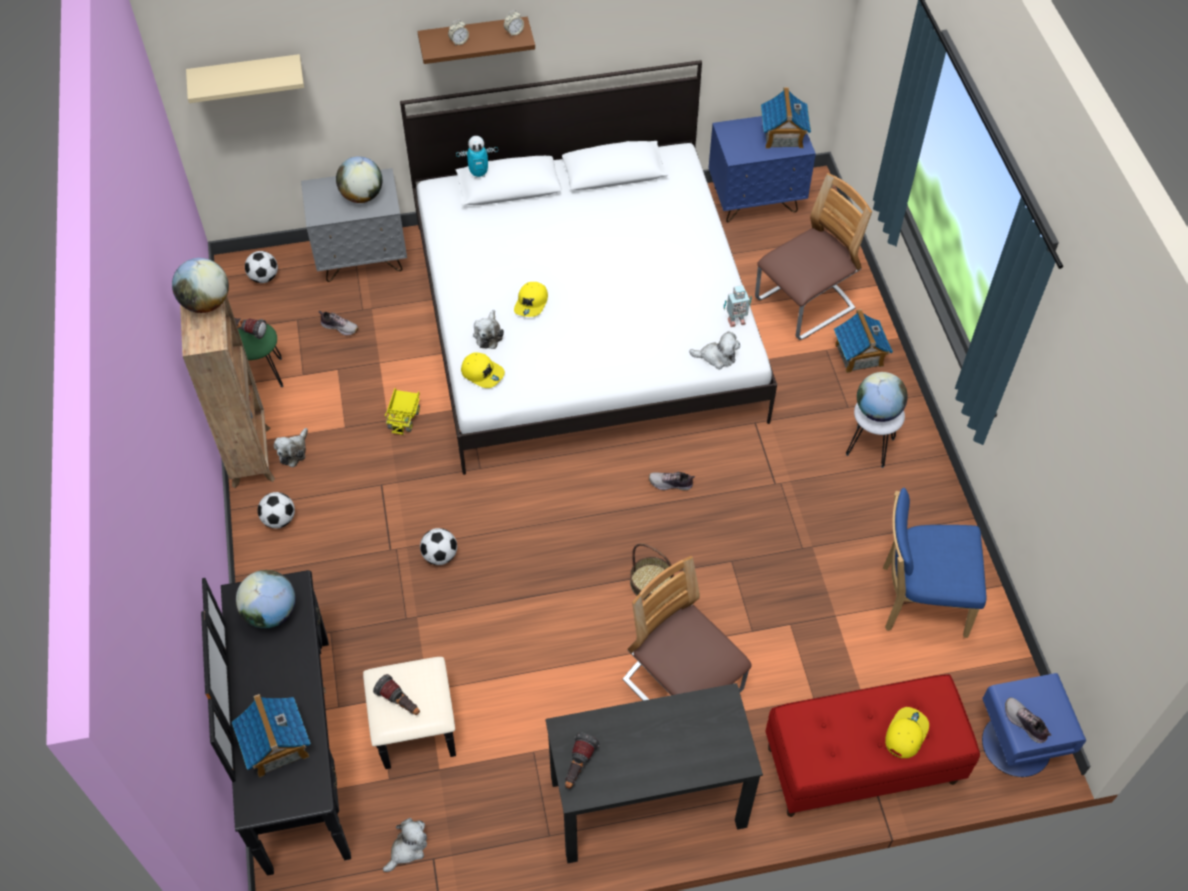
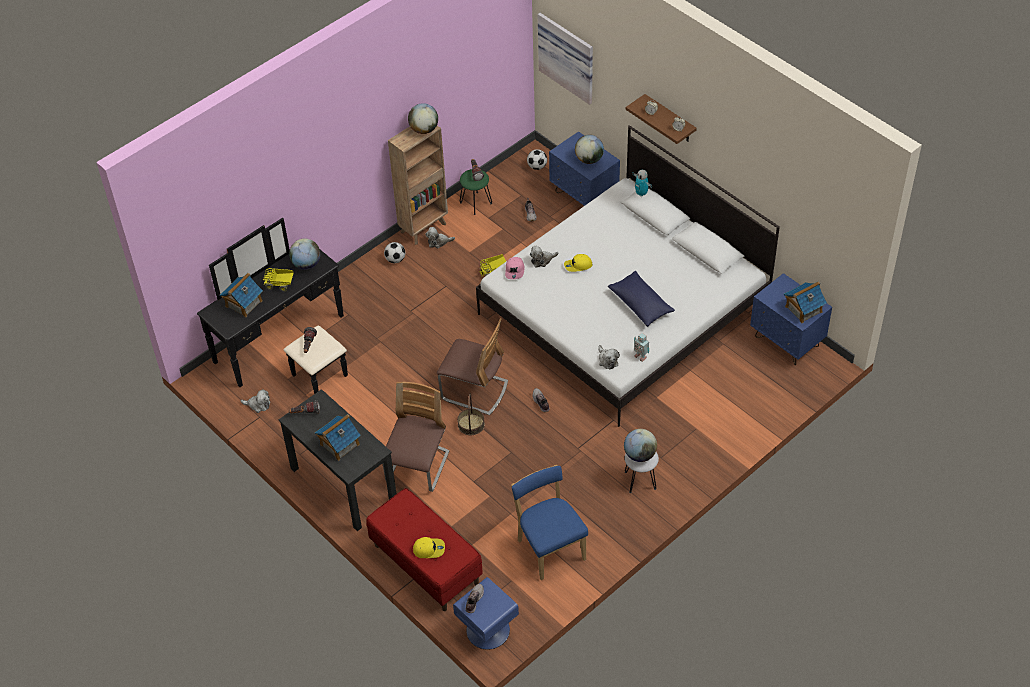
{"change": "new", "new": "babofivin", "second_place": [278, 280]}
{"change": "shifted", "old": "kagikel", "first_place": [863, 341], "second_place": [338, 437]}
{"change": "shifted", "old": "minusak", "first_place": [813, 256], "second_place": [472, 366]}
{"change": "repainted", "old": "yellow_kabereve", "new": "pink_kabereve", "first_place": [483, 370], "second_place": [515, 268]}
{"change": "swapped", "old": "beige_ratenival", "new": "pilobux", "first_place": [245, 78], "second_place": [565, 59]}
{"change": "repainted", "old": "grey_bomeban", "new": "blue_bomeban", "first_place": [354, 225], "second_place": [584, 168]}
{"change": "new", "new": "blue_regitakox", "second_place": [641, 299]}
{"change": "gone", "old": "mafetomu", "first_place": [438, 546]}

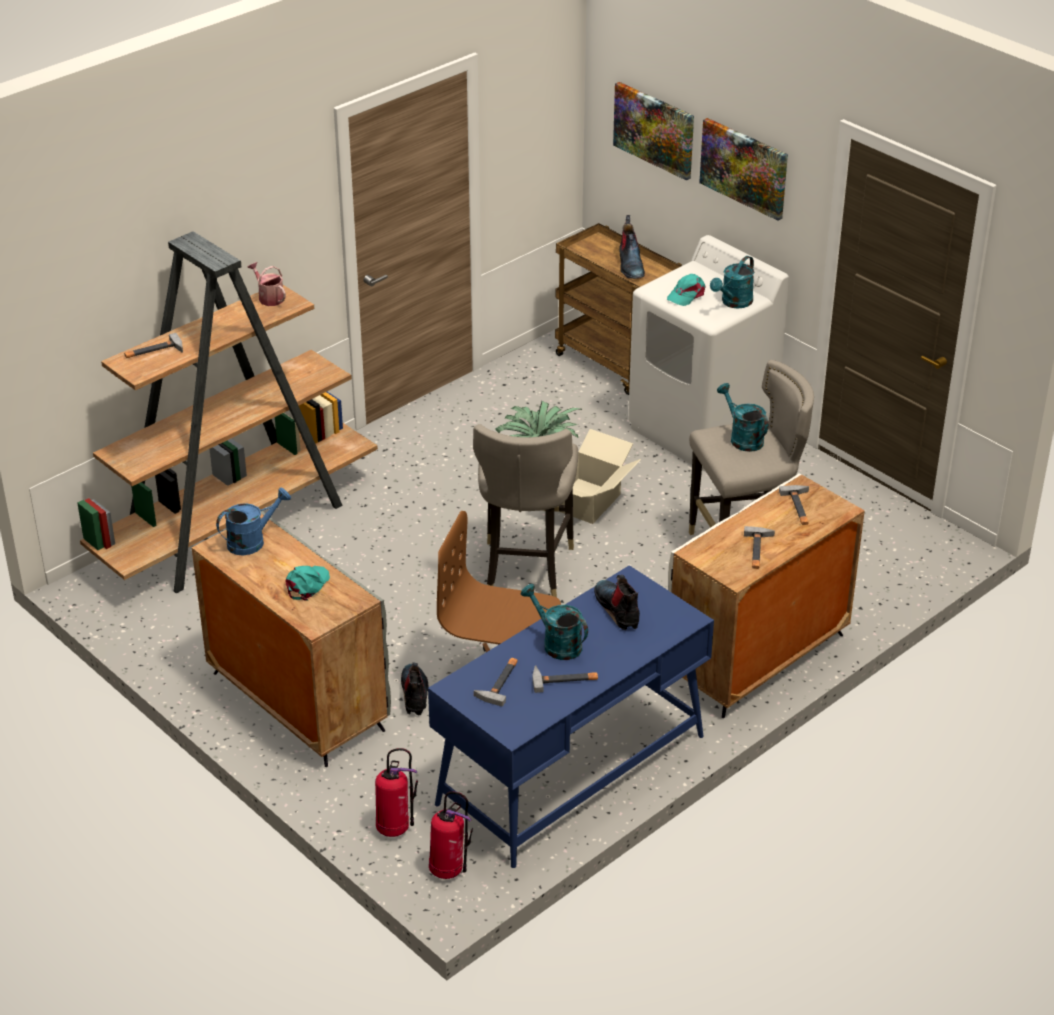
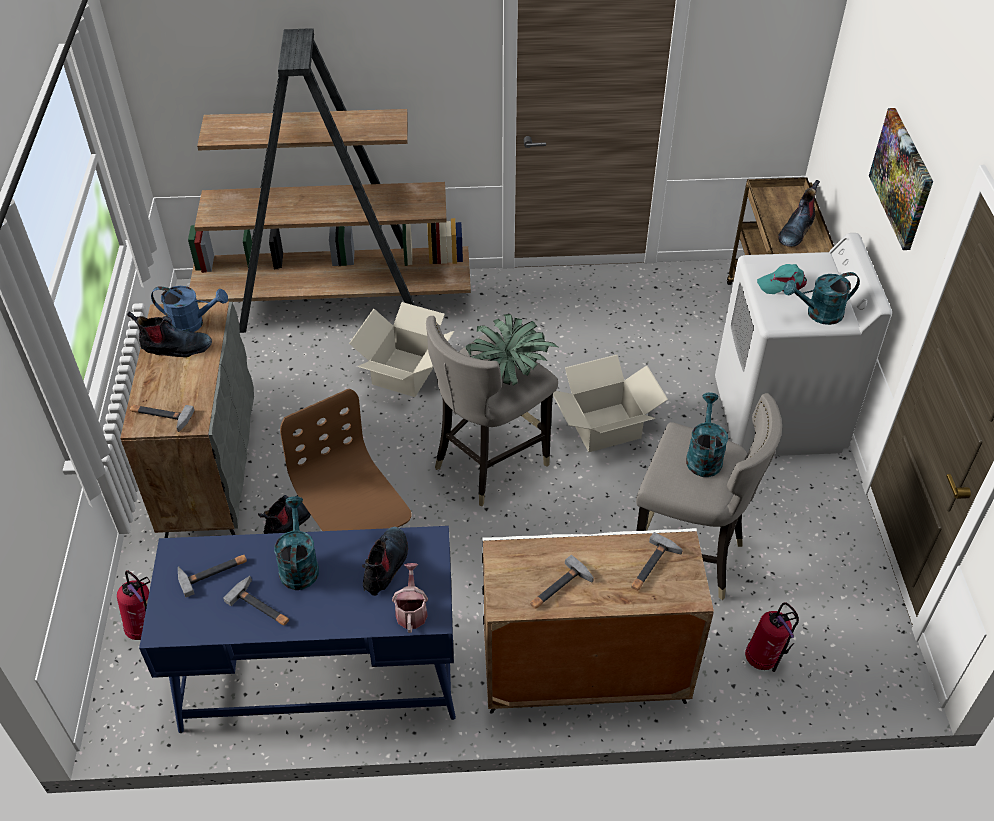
{"change": "new", "new": "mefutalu", "second_place": [169, 334]}
{"change": "shifted", "old": "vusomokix", "first_place": [153, 345], "second_place": [162, 418]}
{"change": "new", "new": "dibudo", "second_place": [401, 349]}
{"change": "shifted", "old": "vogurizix", "first_place": [267, 284], "second_place": [410, 598]}
{"change": "shifted", "old": "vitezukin", "first_place": [451, 835], "second_place": [772, 637]}
{"change": "gone", "old": "turquoise_kabereve", "first_place": [308, 583]}
{"change": "gone", "old": "pilobux", "first_place": [653, 131]}

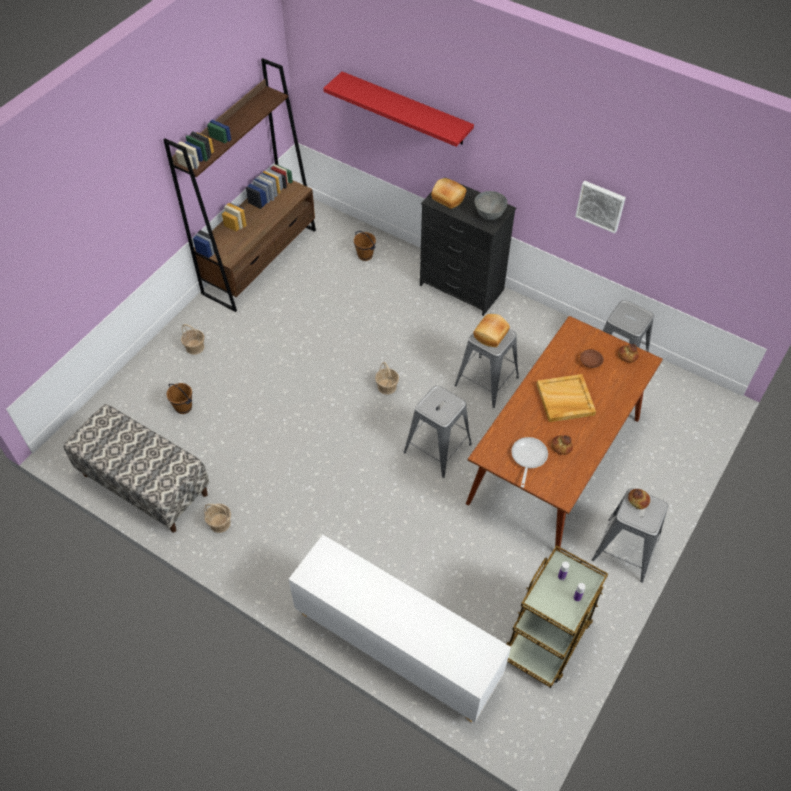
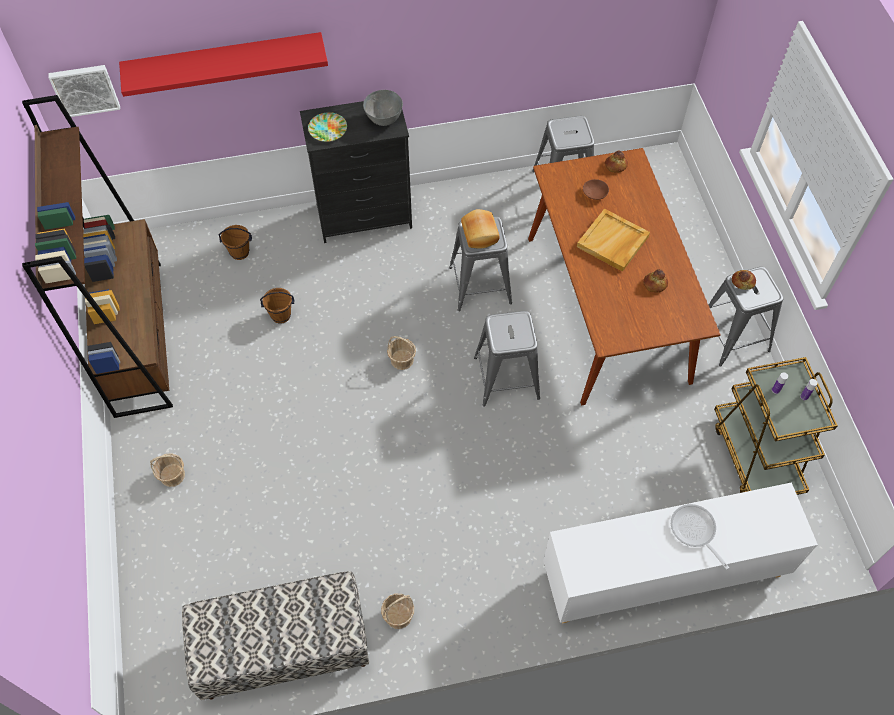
{"change": "shifted", "old": "pilobux", "first_place": [600, 207], "second_place": [84, 91]}
{"change": "shifted", "old": "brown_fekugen", "first_place": [179, 398], "second_place": [277, 306]}
{"change": "swapped", "old": "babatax", "new": "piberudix", "first_place": [449, 193], "second_place": [327, 127]}
{"change": "shifted", "old": "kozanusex", "first_place": [529, 462], "second_place": [700, 537]}

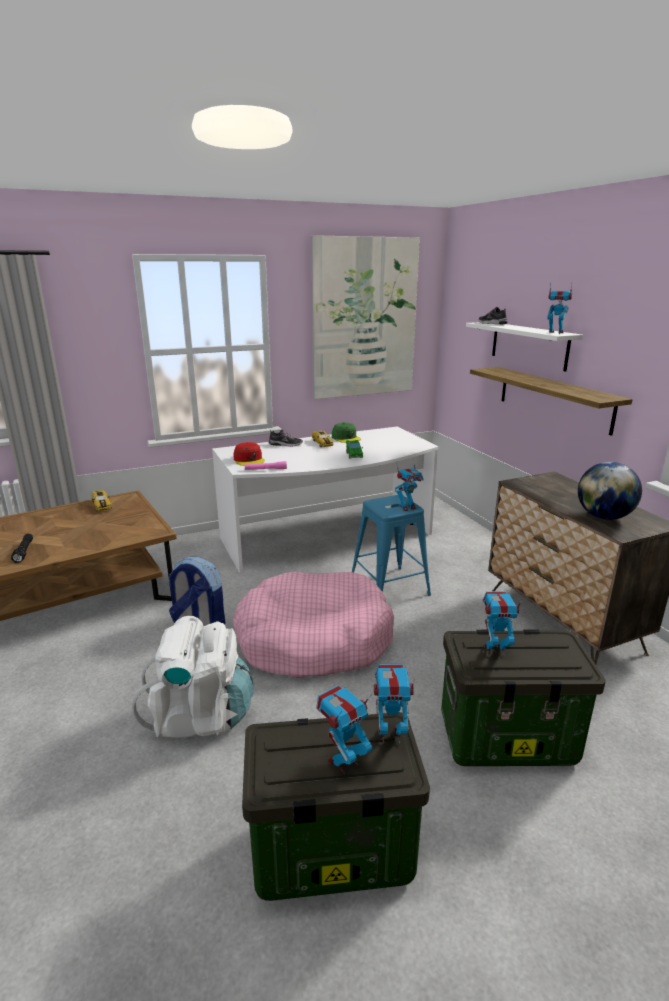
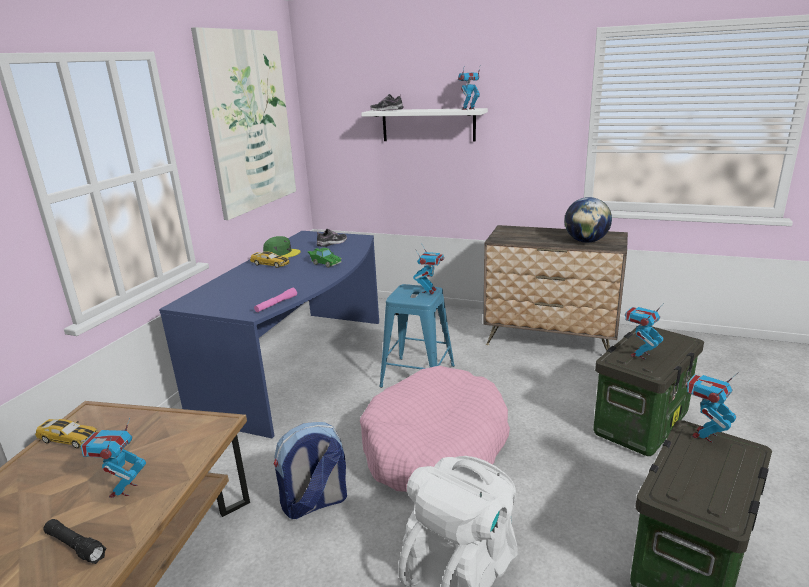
{"change": "shifted", "old": "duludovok", "first_place": [344, 729], "second_place": [113, 458]}
{"change": "repainted", "old": "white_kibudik", "new": "blue_kibudik", "first_place": [325, 500], "second_place": [269, 334]}
{"change": "shifted", "old": "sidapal", "first_place": [286, 438], "second_place": [332, 238]}
{"change": "gone", "old": "red_kabereve", "first_place": [249, 454]}
{"change": "gone", "old": "ratenival", "first_place": [551, 401]}

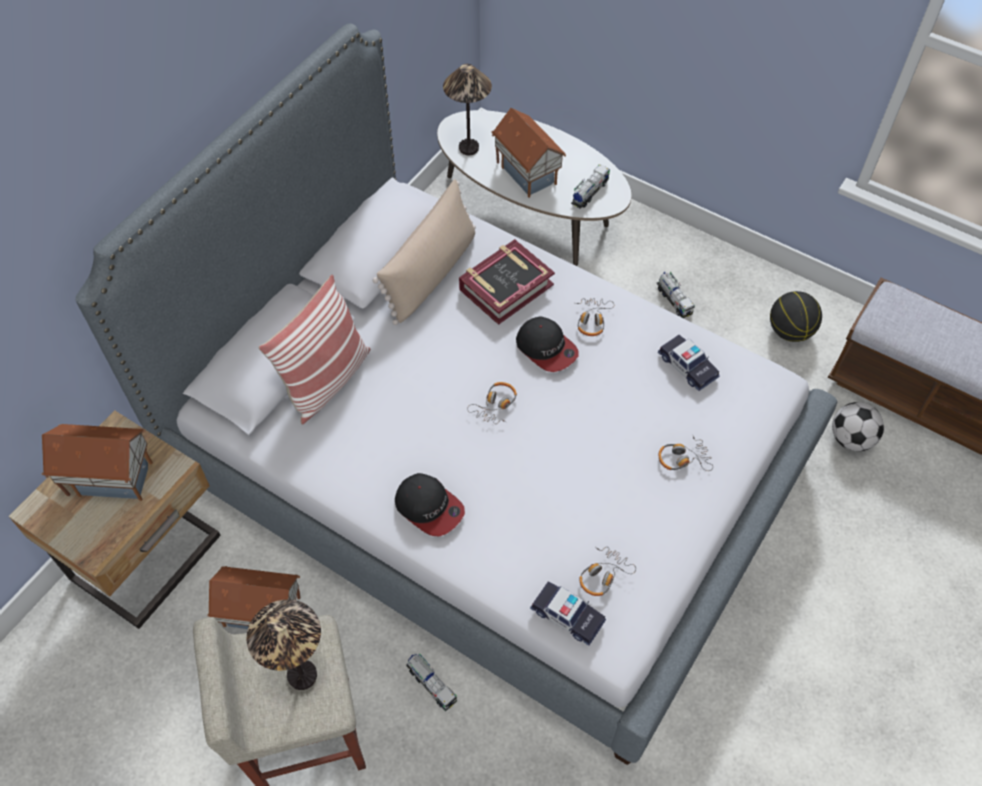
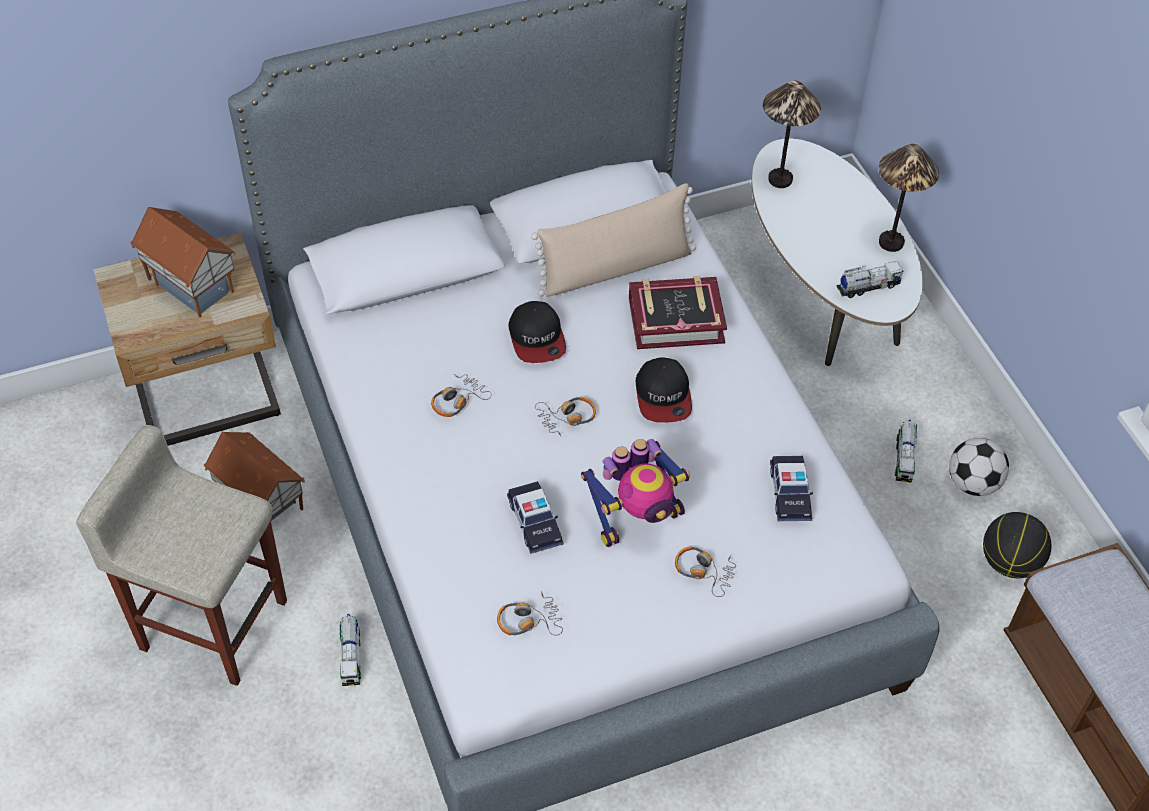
{"change": "shifted", "old": "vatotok", "first_place": [594, 317], "second_place": [461, 395]}
{"change": "shifted", "old": "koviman", "first_place": [568, 614], "second_place": [535, 517]}
{"change": "shifted", "old": "kabereve", "first_place": [430, 505], "second_place": [537, 332]}
{"change": "new", "new": "duludovok", "second_place": [635, 493]}
{"change": "shifted", "old": "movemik", "first_place": [284, 644], "second_place": [909, 198]}
{"change": "shifted", "old": "mafetomu", "first_place": [858, 426], "second_place": [979, 467]}
{"change": "gone", "old": "regitakox", "first_place": [314, 349]}
{"change": "gone", "old": "kagikel", "first_place": [529, 153]}

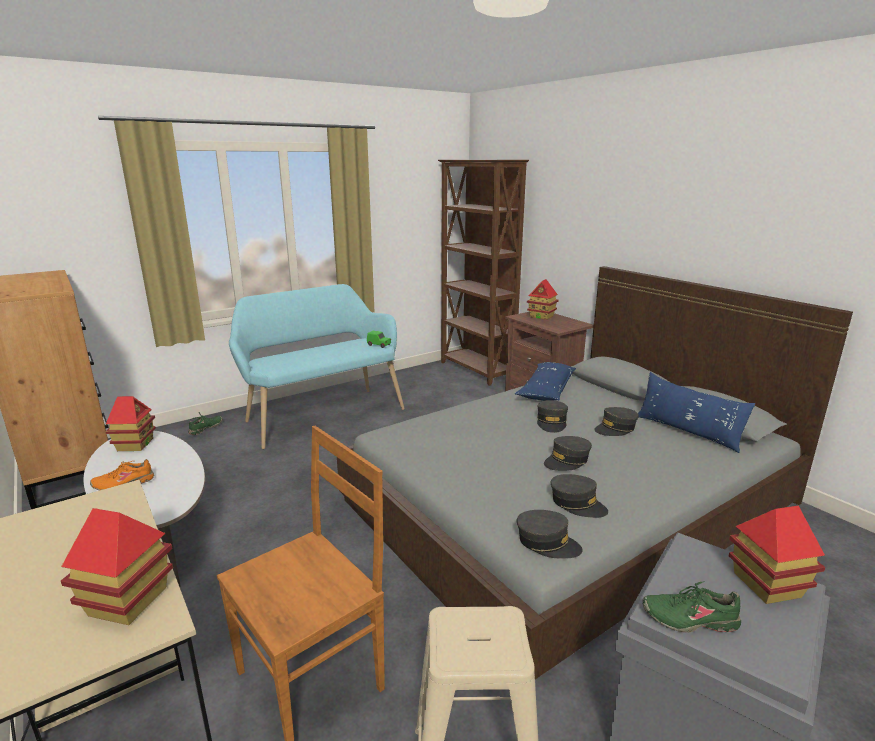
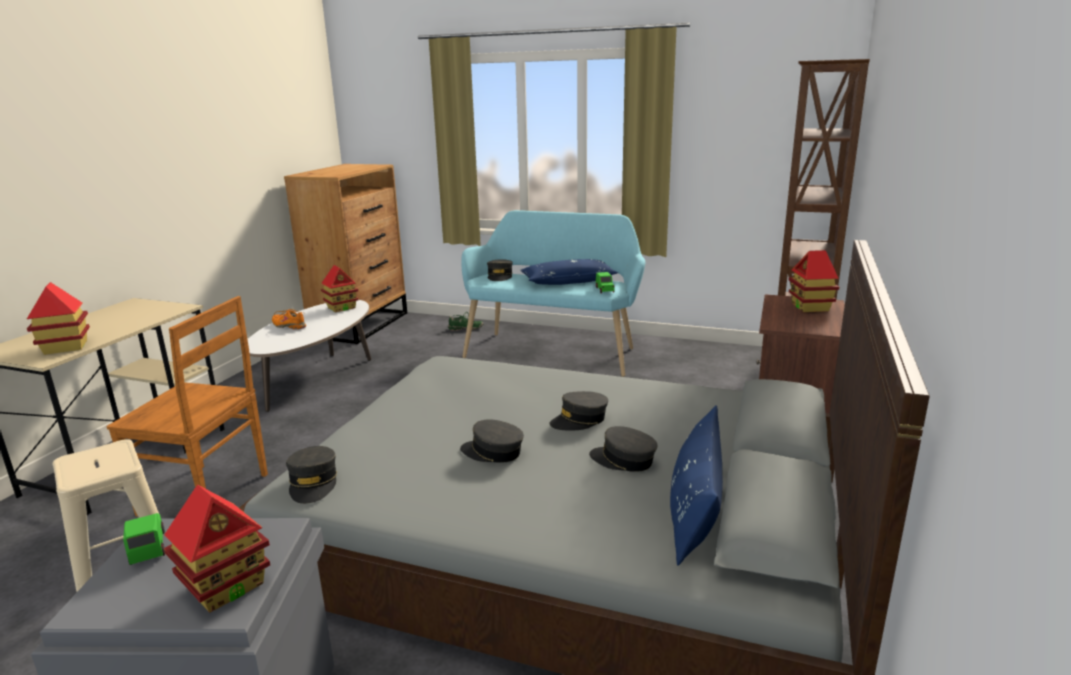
{"change": "swapped", "old": "green_sidapal", "new": "green_koviman", "first_place": [691, 607], "second_place": [144, 539]}
{"change": "shifted", "old": "grey_kabereve", "first_place": [579, 496], "second_place": [500, 270]}
{"change": "shifted", "old": "blue_regitakox", "first_place": [545, 381], "second_place": [569, 272]}

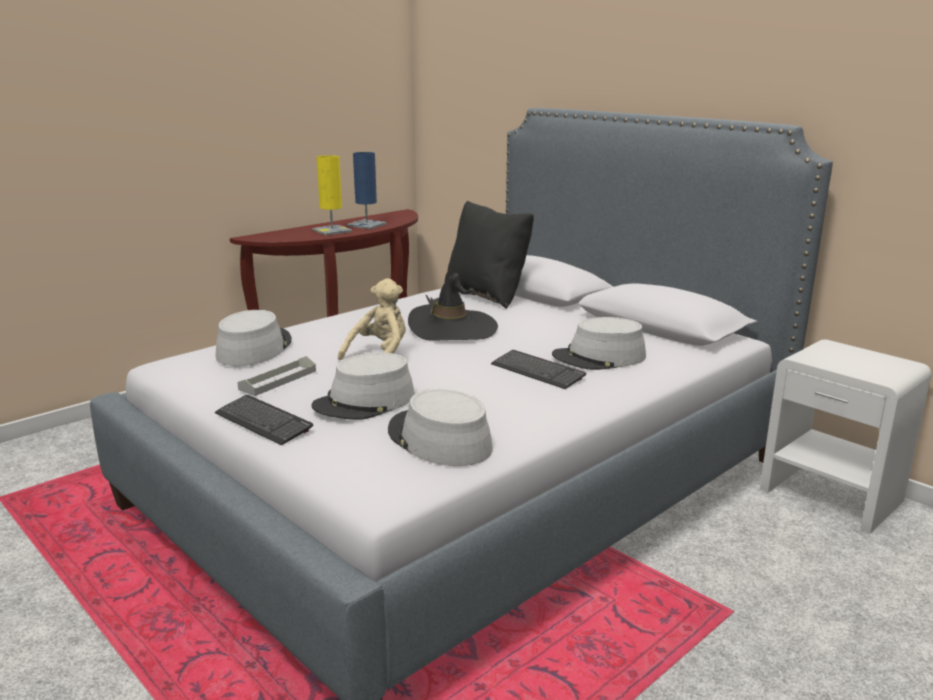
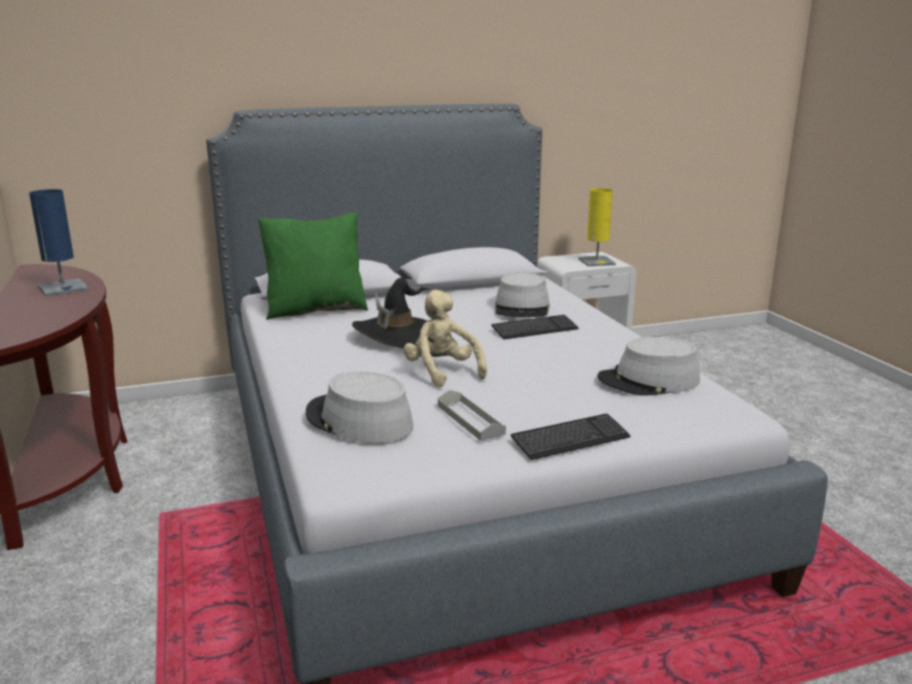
{"change": "repainted", "old": "black_regitakox", "new": "green_regitakox", "first_place": [489, 255], "second_place": [313, 266]}
{"change": "shifted", "old": "yellow_movemik", "first_place": [332, 195], "second_place": [597, 227]}
{"change": "gone", "old": "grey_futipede", "first_place": [363, 386]}

